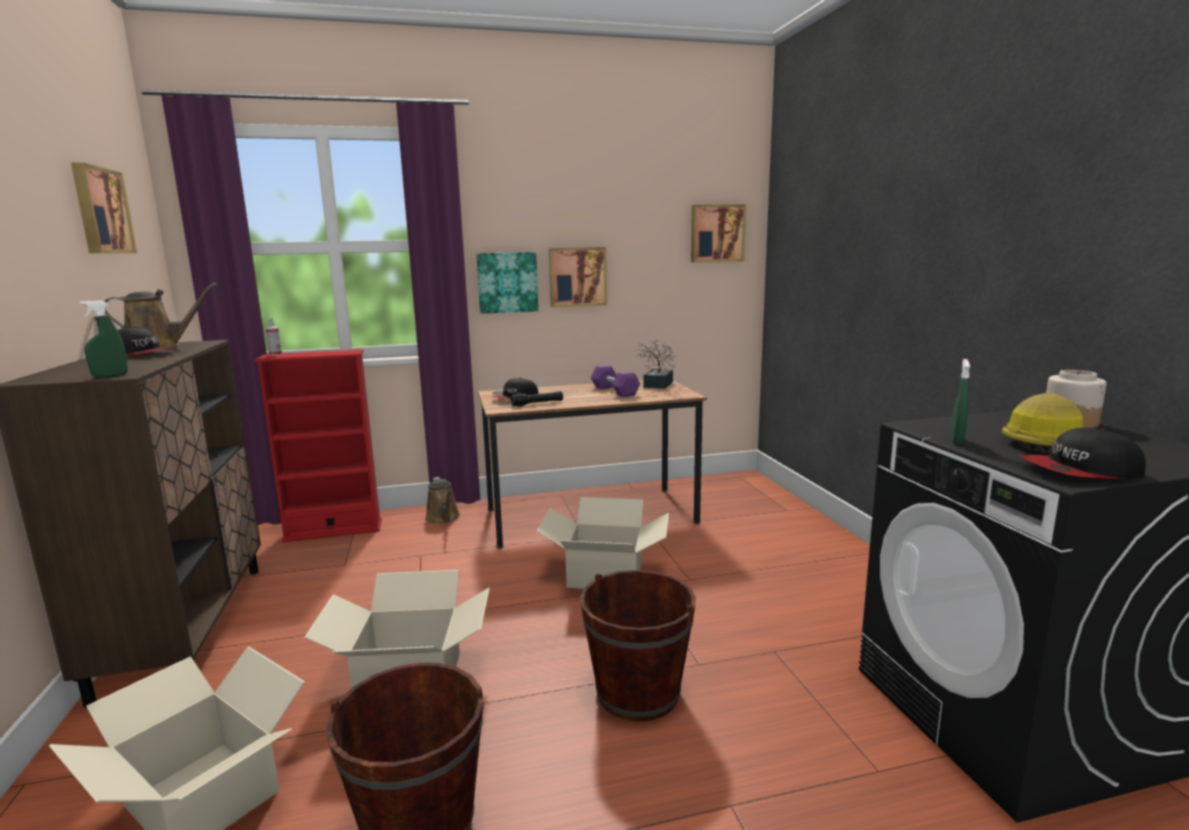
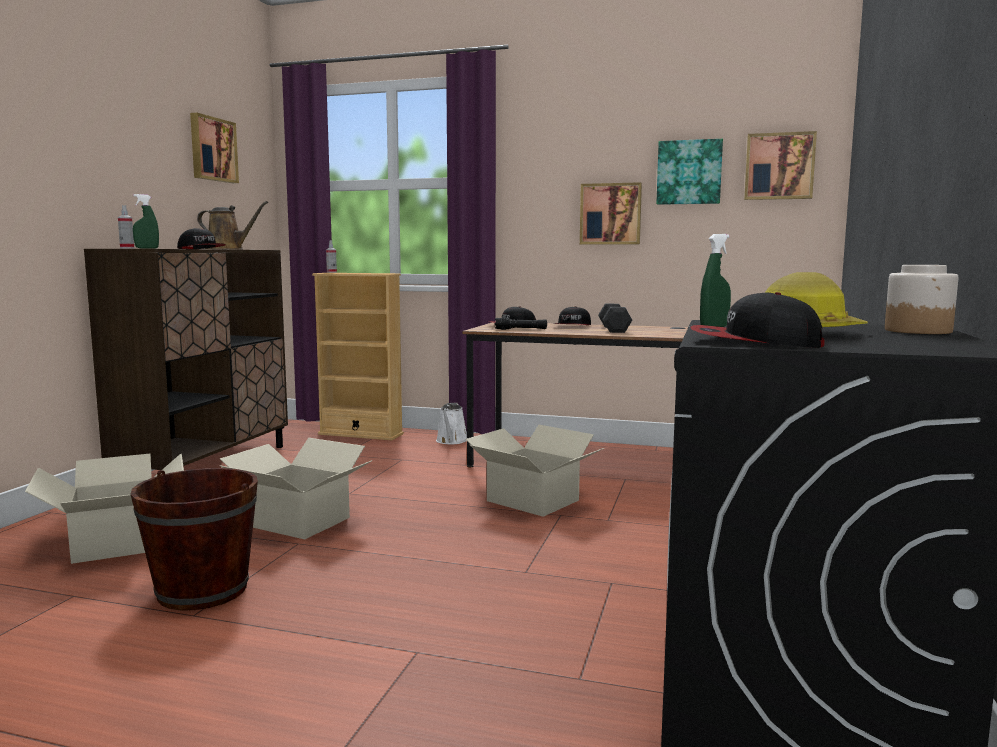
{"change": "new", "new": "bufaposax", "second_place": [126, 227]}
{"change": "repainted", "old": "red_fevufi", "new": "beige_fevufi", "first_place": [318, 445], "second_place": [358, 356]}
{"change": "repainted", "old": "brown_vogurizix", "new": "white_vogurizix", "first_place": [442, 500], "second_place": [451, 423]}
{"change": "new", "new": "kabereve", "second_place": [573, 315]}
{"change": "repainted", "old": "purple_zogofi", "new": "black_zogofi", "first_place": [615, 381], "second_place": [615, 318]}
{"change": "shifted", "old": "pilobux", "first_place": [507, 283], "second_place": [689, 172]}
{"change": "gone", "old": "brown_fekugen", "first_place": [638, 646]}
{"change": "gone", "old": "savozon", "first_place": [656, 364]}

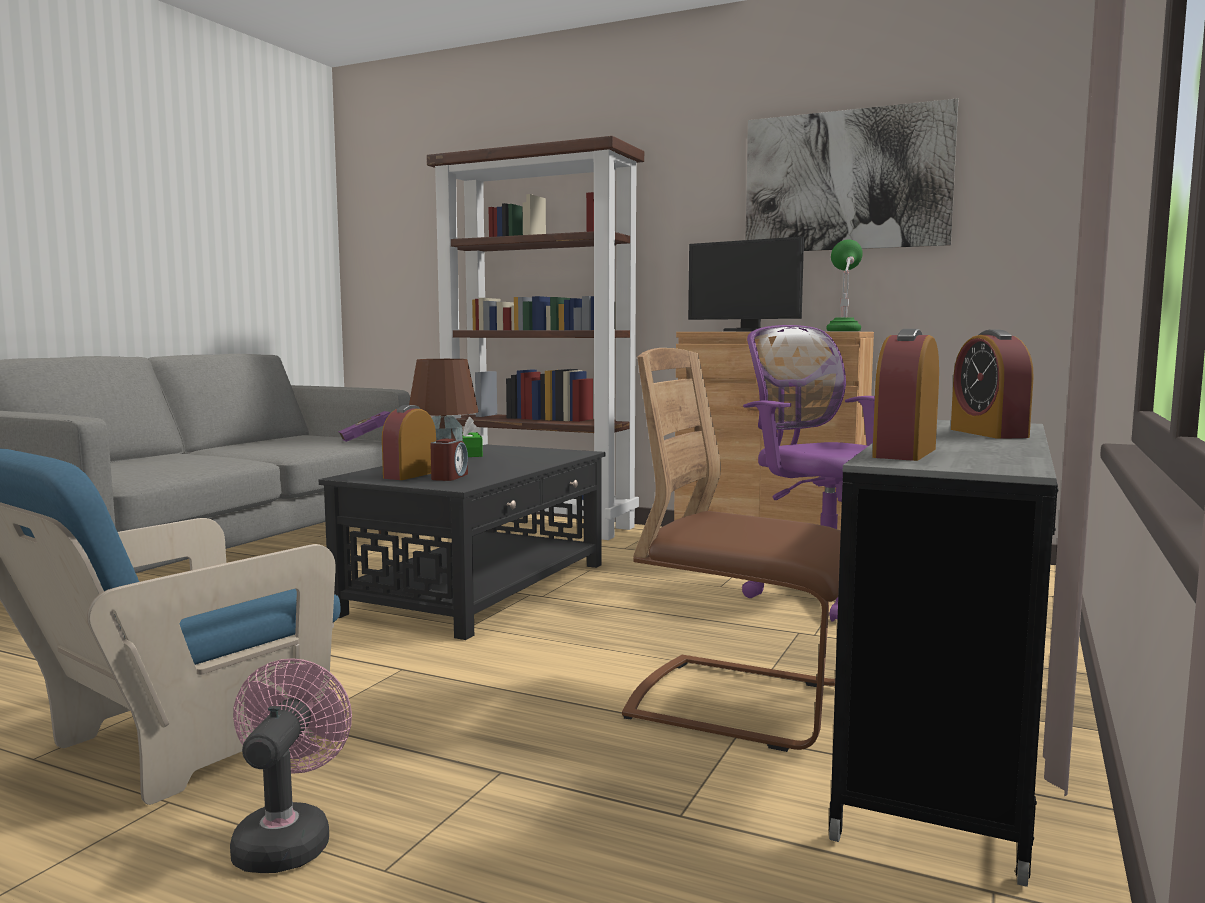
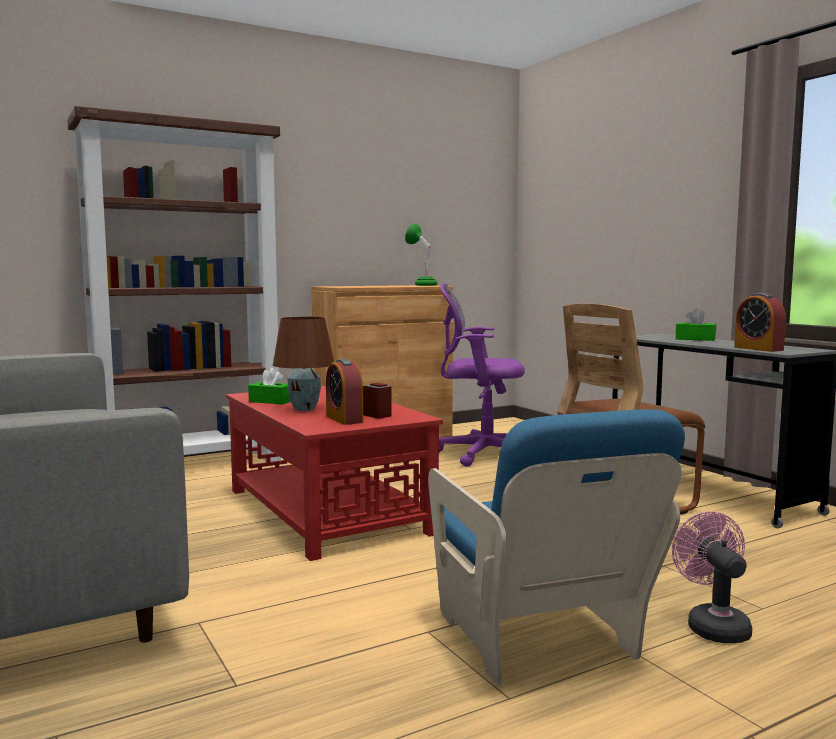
{"change": "repainted", "old": "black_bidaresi", "new": "red_bidaresi", "first_place": [462, 542], "second_place": [334, 473]}
{"change": "rotated", "old": "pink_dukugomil", "first_place": [291, 765], "second_place": [712, 577], "degrees": 45}
{"change": "swapped", "old": "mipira", "new": "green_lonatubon", "first_place": [992, 384], "second_place": [696, 324]}
{"change": "gone", "old": "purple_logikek", "first_place": [364, 426]}
{"change": "gone", "old": "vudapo", "first_place": [746, 283]}
{"change": "gone", "old": "pilobux", "first_place": [851, 174]}

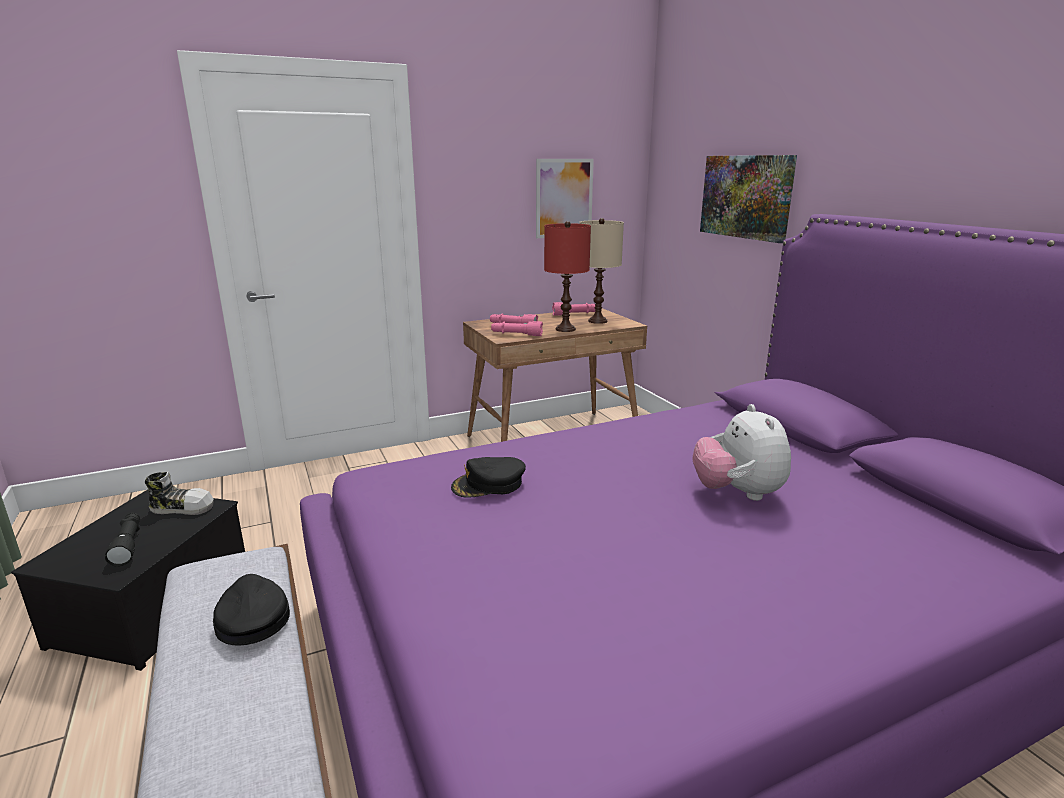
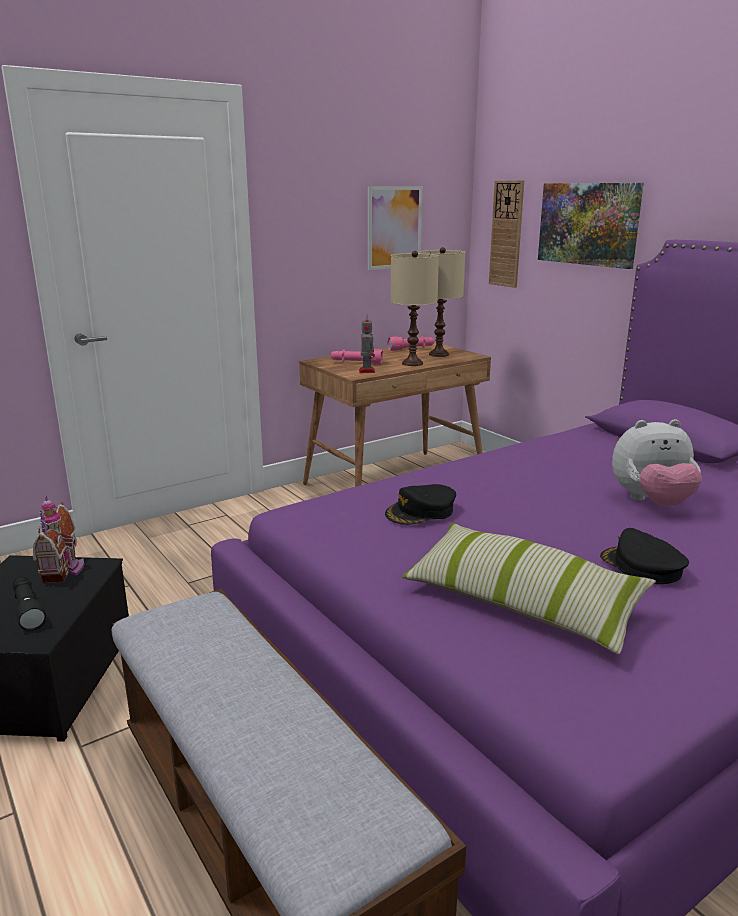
{"change": "swapped", "old": "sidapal", "new": "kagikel", "first_place": [179, 493], "second_place": [58, 539]}
{"change": "swapped", "old": "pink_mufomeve", "new": "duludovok", "first_place": [517, 328], "second_place": [367, 346]}
{"change": "repainted", "old": "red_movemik", "new": "beige_movemik", "first_place": [567, 276], "second_place": [414, 308]}
{"change": "new", "new": "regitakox", "second_place": [529, 589]}
{"change": "new", "new": "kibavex", "second_place": [506, 234]}
{"change": "shifted", "old": "black_kabereve", "first_place": [251, 610], "second_place": [644, 556]}
{"change": "rotated", "old": "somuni", "first_place": [741, 452], "second_place": [657, 463], "degrees": -75}

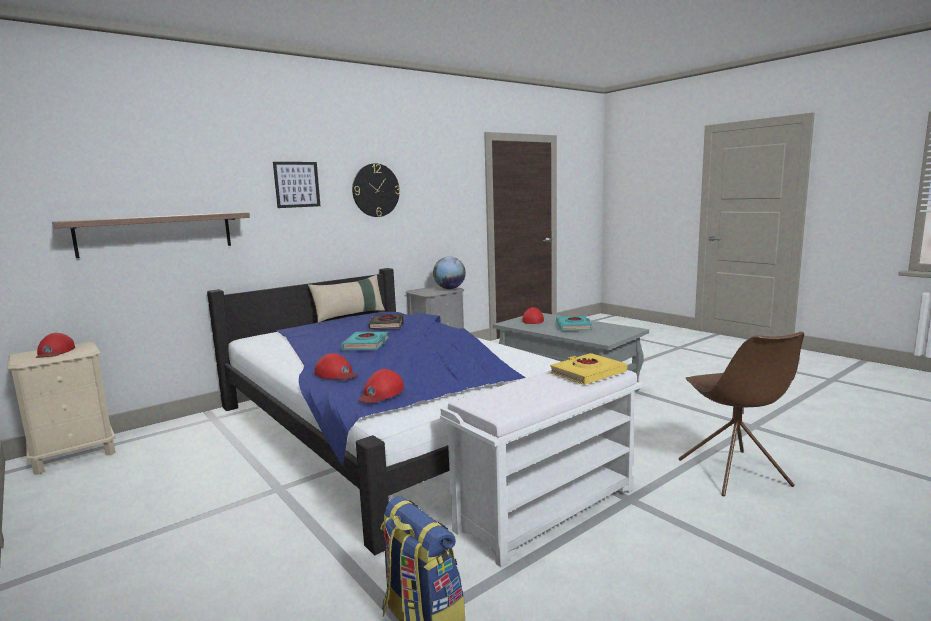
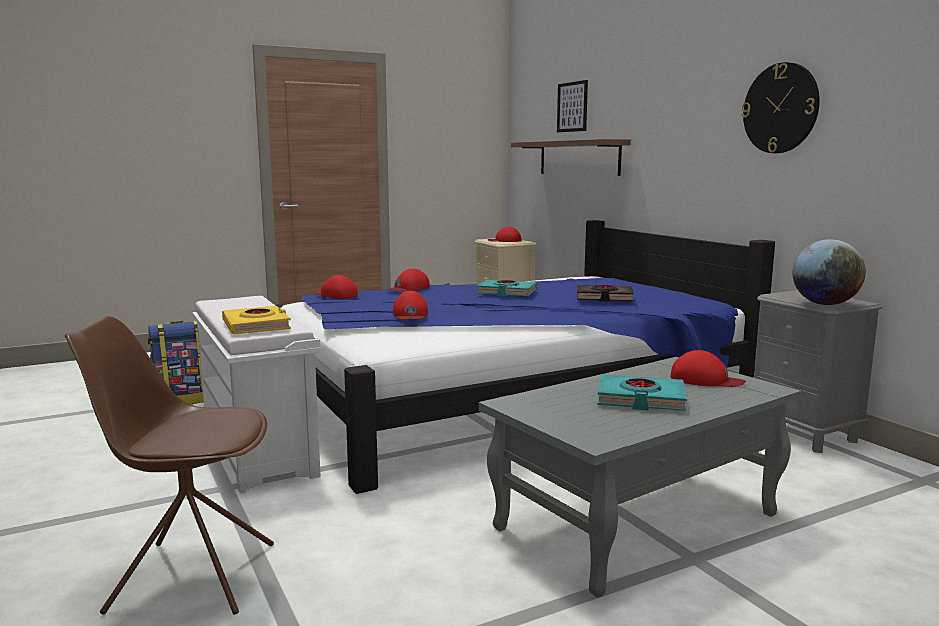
{"change": "new", "new": "red_kabereve", "second_place": [410, 305]}
{"change": "shifted", "old": "pilobux", "first_place": [296, 185], "second_place": [572, 106]}
{"change": "gone", "old": "beige_regitakox", "first_place": [346, 299]}

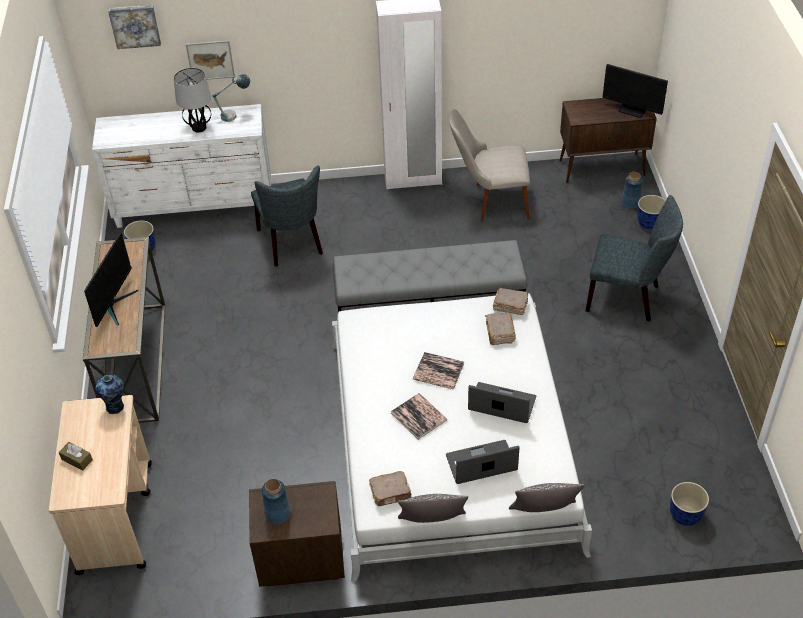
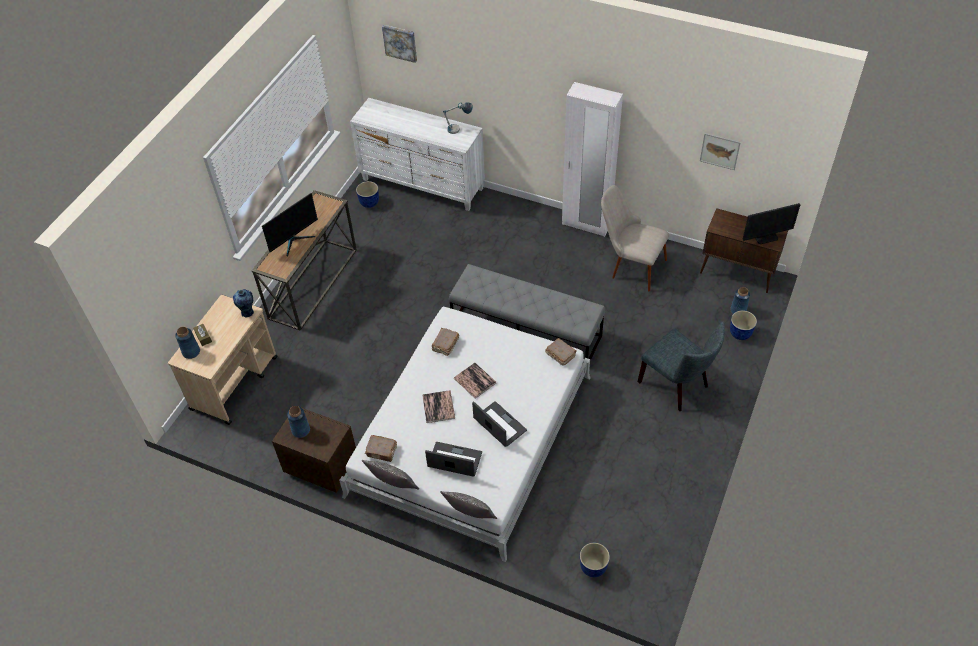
{"change": "new", "new": "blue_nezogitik", "second_place": [187, 343]}
{"change": "shifted", "old": "brown_logikek", "first_place": [500, 328], "second_place": [445, 342]}
{"change": "shifted", "old": "pilobux", "first_place": [210, 60], "second_place": [720, 151]}
{"change": "rotated", "old": "vudapo", "first_place": [635, 91], "second_place": [771, 223], "degrees": -75}
{"change": "gone", "old": "movemik", "first_place": [192, 100]}
{"change": "gone", "old": "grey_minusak", "first_place": [287, 216]}

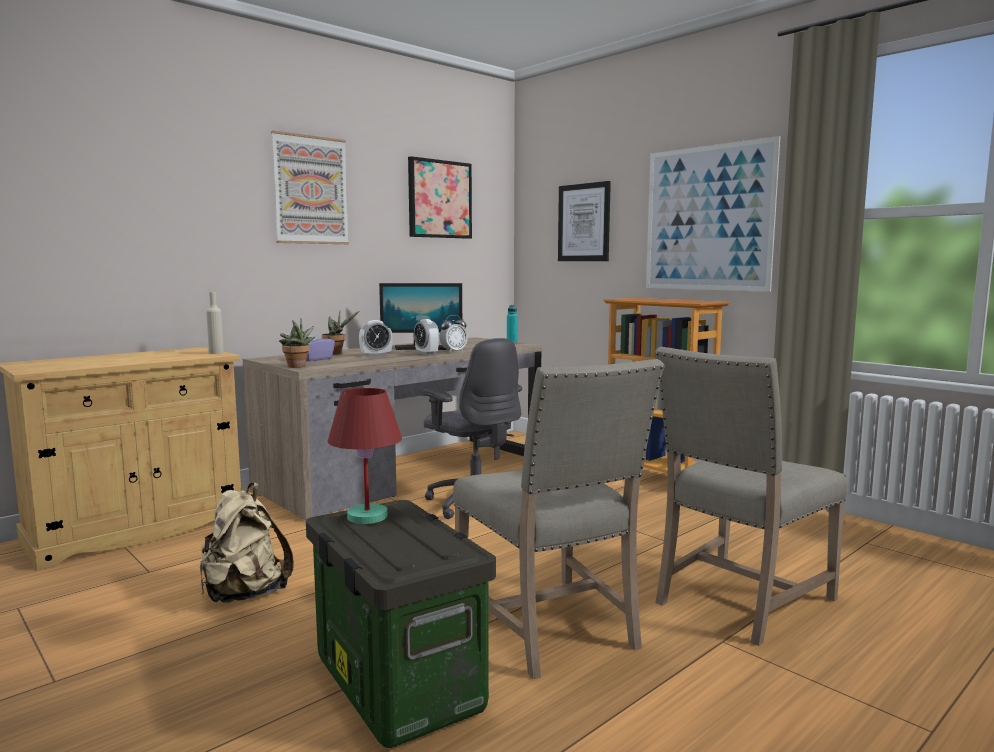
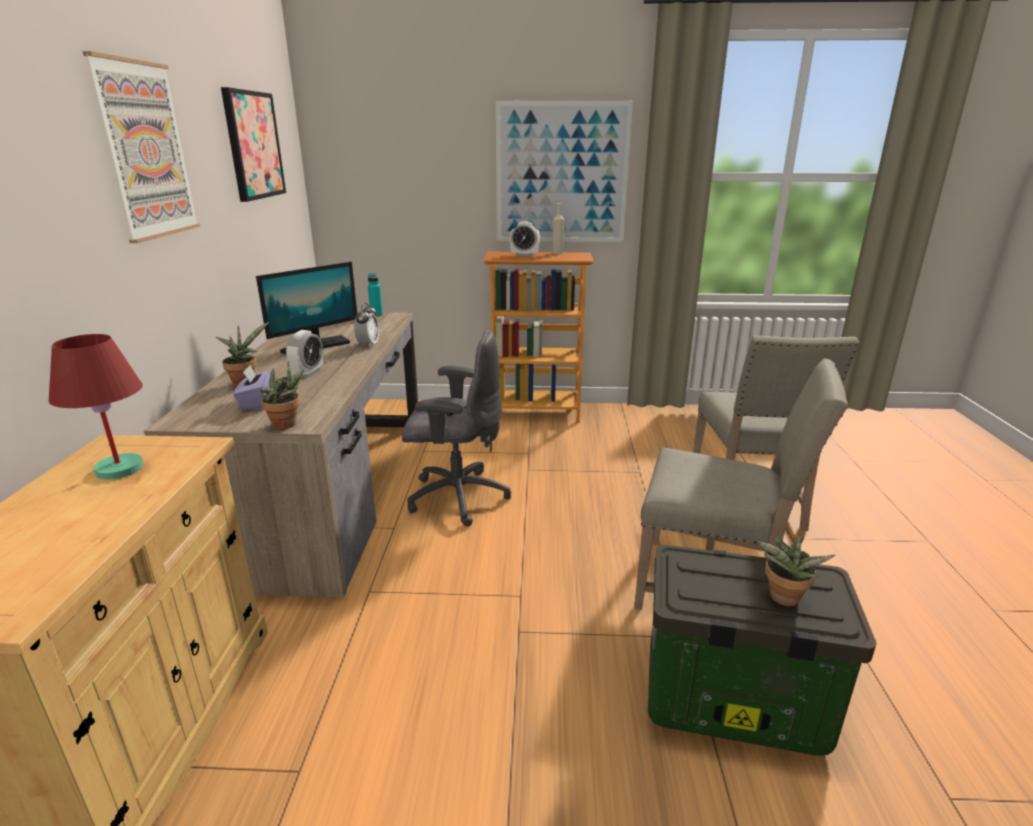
{"change": "shifted", "old": "red_movemik", "first_place": [365, 456], "second_place": [96, 407]}
{"change": "shifted", "old": "mipira", "first_place": [426, 337], "second_place": [525, 239]}
{"change": "shifted", "old": "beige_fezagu", "first_place": [215, 323], "second_place": [558, 228]}
{"change": "new", "new": "savozon", "second_place": [796, 570]}
{"change": "gone", "old": "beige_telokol", "first_place": [247, 543]}
{"change": "gone", "old": "pilobux", "first_place": [584, 221]}

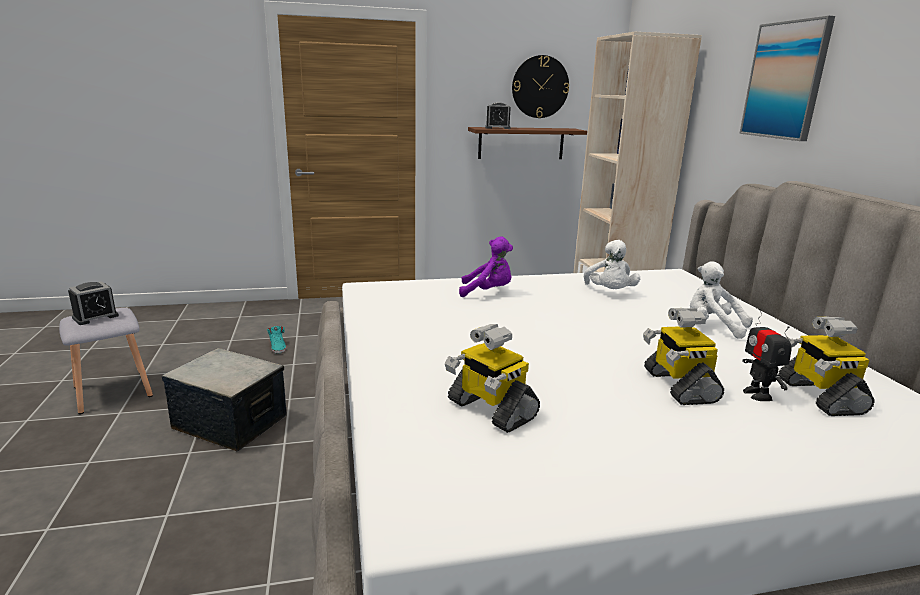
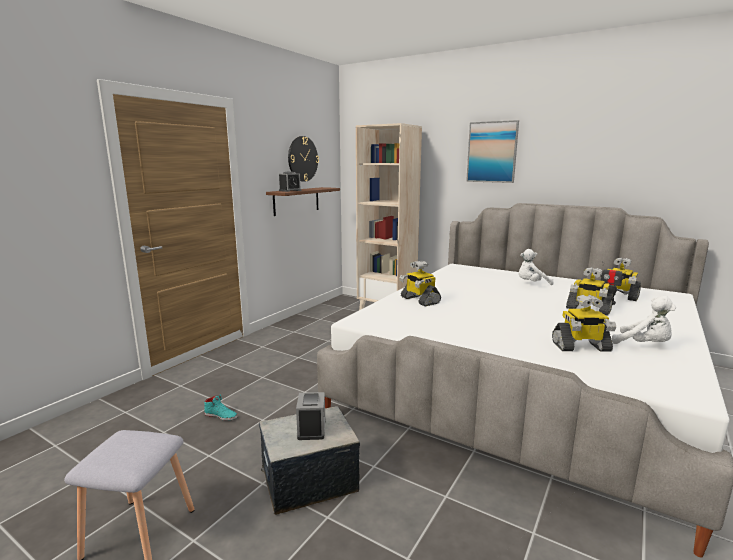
{"change": "shifted", "old": "mipira", "first_place": [93, 303], "second_place": [310, 416]}
{"change": "swapped", "old": "purple_somuni", "new": "duludovok", "first_place": [486, 267], "second_place": [420, 283]}
{"change": "shifted", "old": "white_somuni", "first_place": [612, 264], "second_place": [644, 320]}

